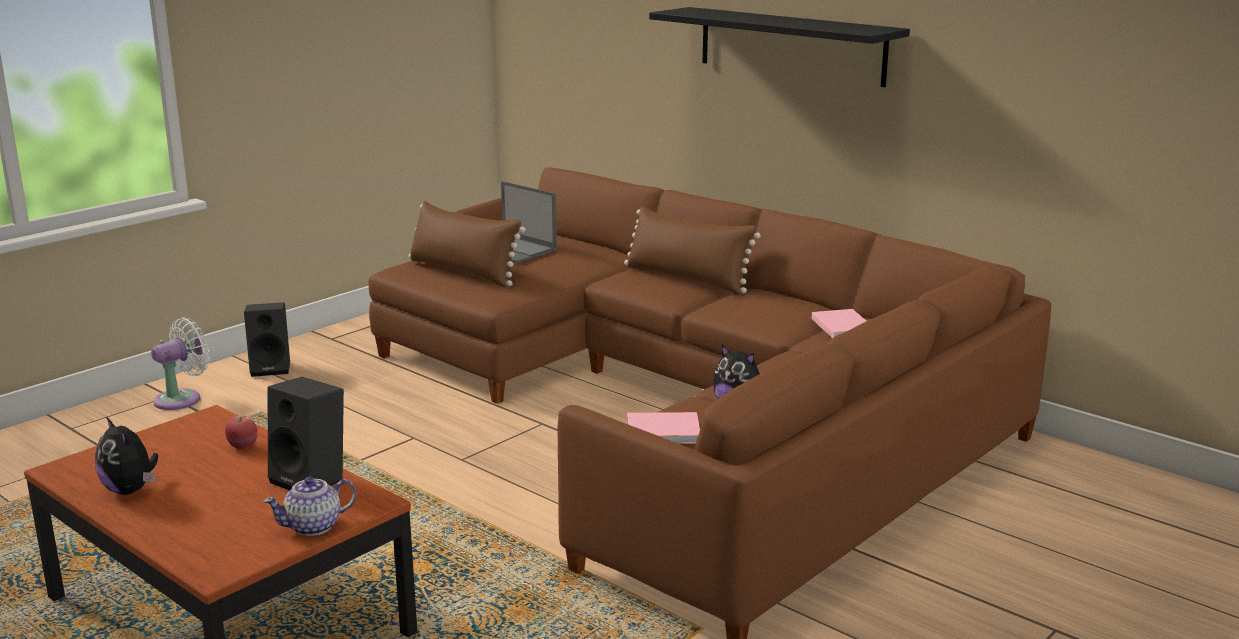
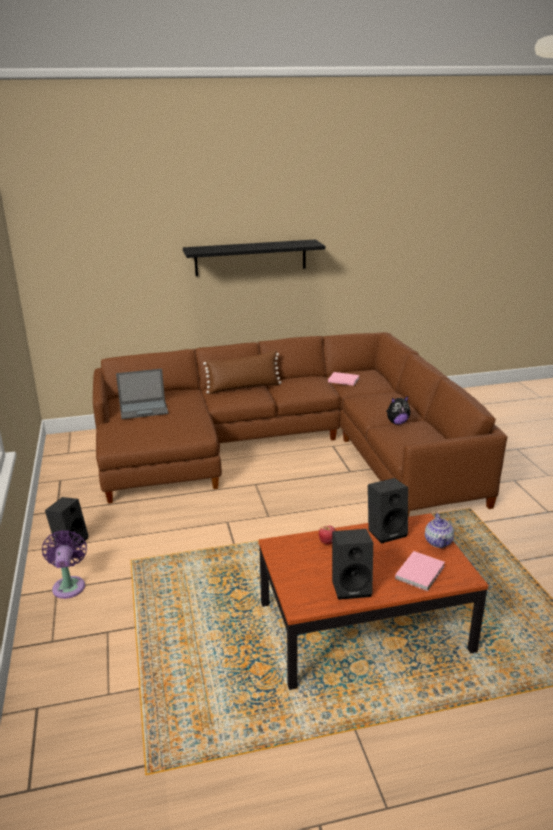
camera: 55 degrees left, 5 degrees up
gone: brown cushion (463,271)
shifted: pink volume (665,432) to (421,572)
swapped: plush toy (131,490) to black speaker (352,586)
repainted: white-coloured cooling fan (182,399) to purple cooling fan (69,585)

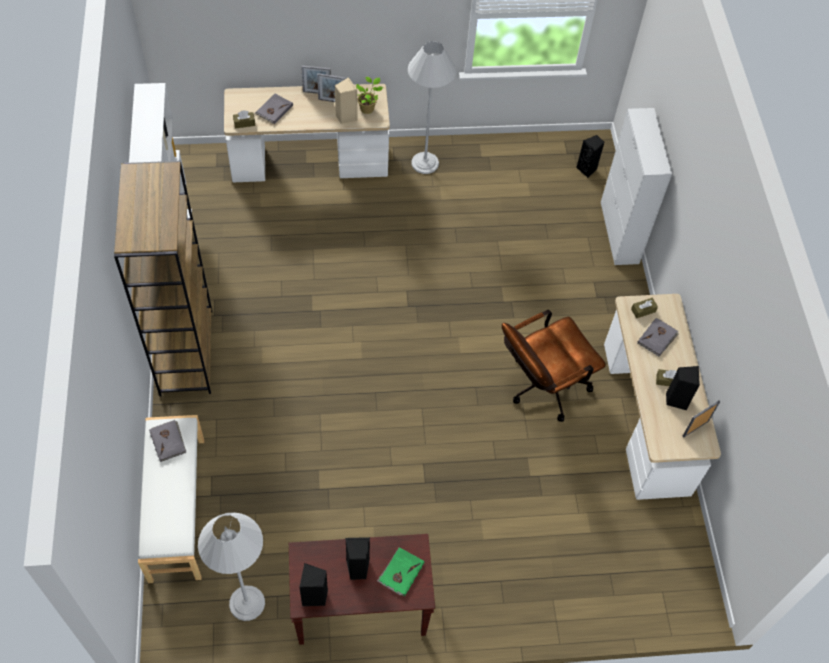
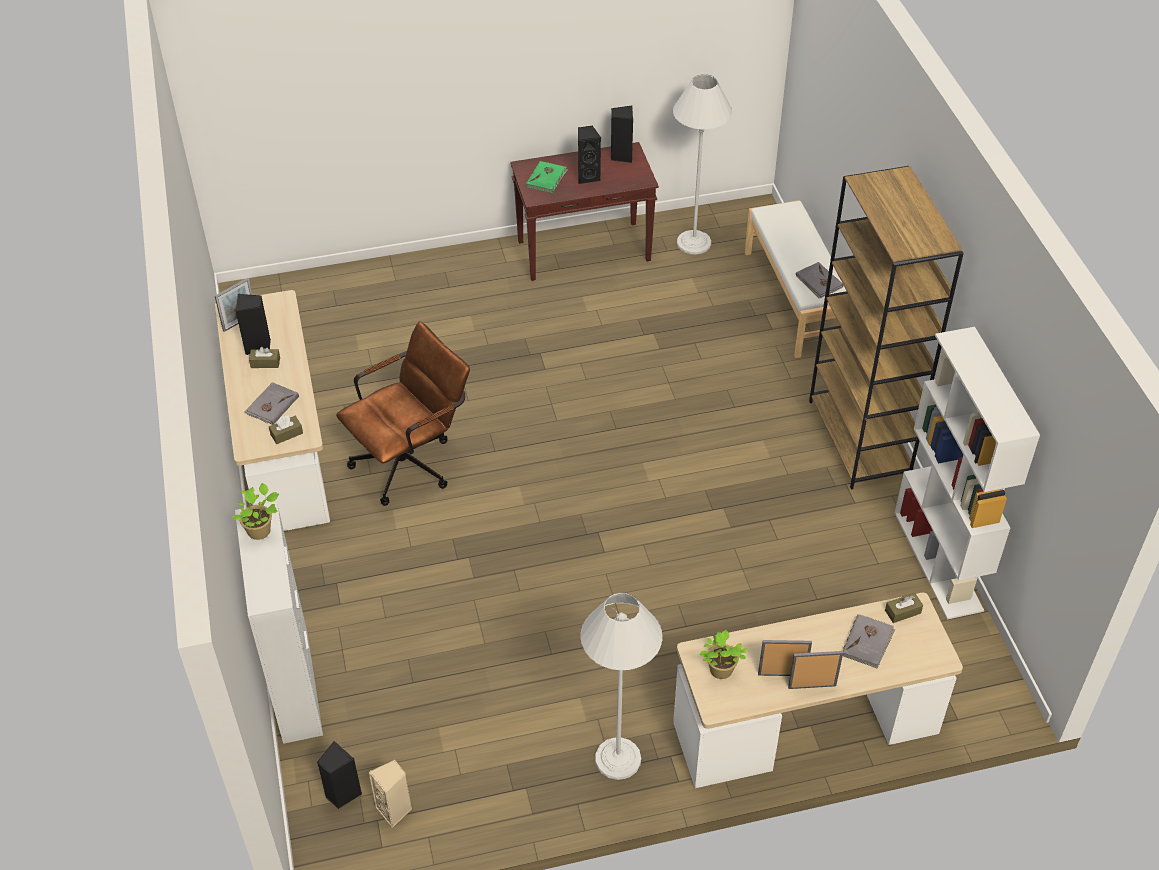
camera: 175 degrees right, 10 degrees down
new: houseplant (261,531)
shifted: sand-coloured speaker (345,117) to (395,810)

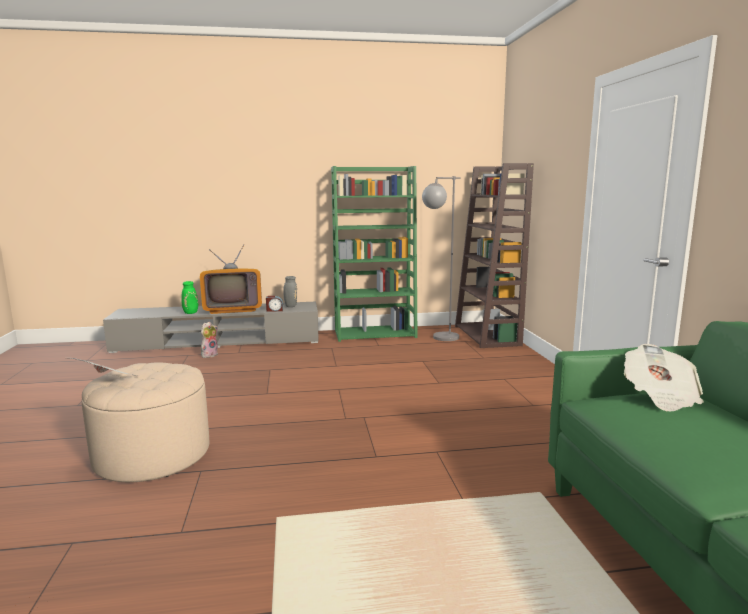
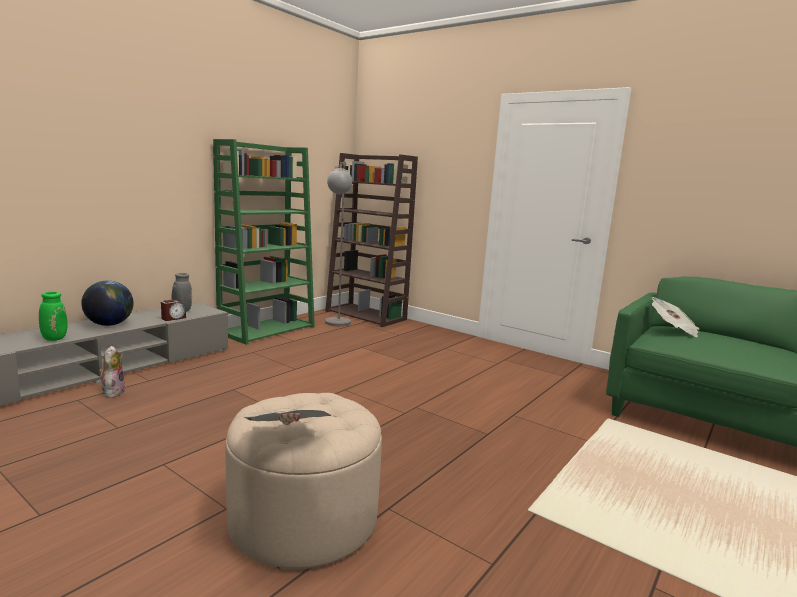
camera: 45 degrees left, 0 degrees up
swapped: TV set (233,309) to globe (109,324)

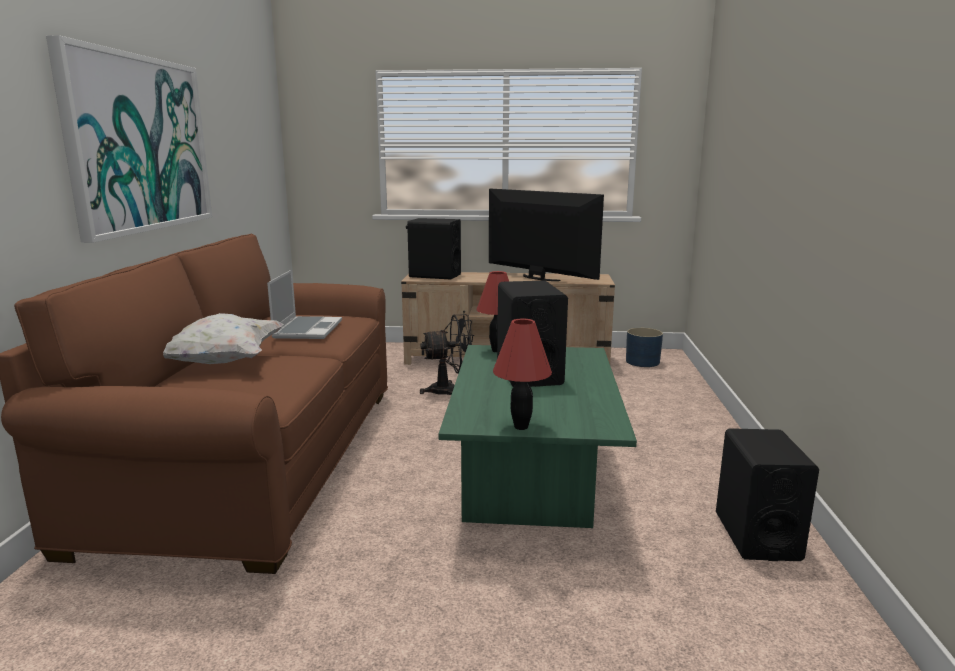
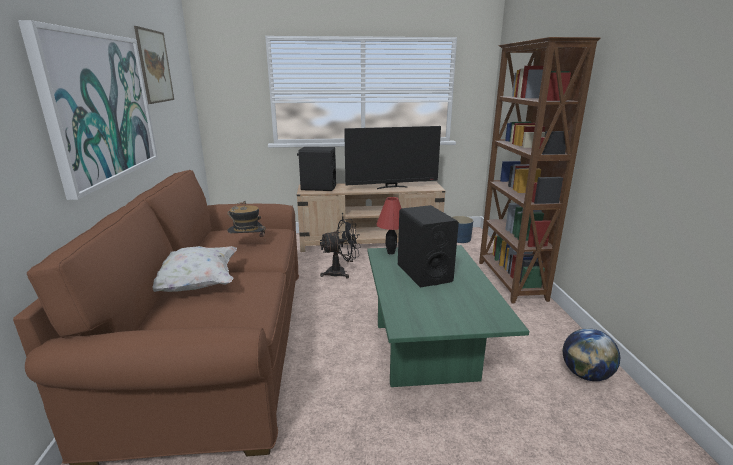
camera: 10 degrees left, 5 degrees up
gone: red table lamp (521,427)
new: picture (155,66); brown shelving unit (510,281)
swapped: portable computer (307,329) to clothing hat (248,245); black speaker (756,536) to globe (586,374)
rotated: TV set (538,278) = (391,187) 135 degrees clockwise

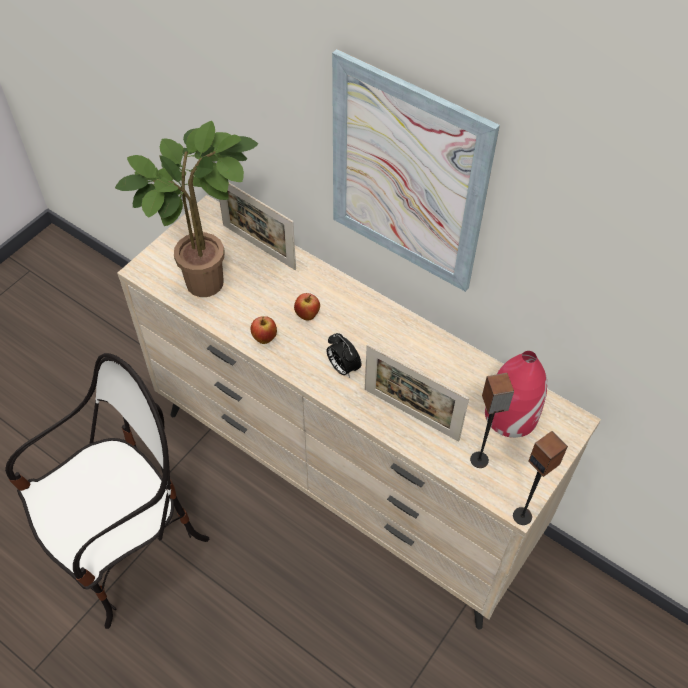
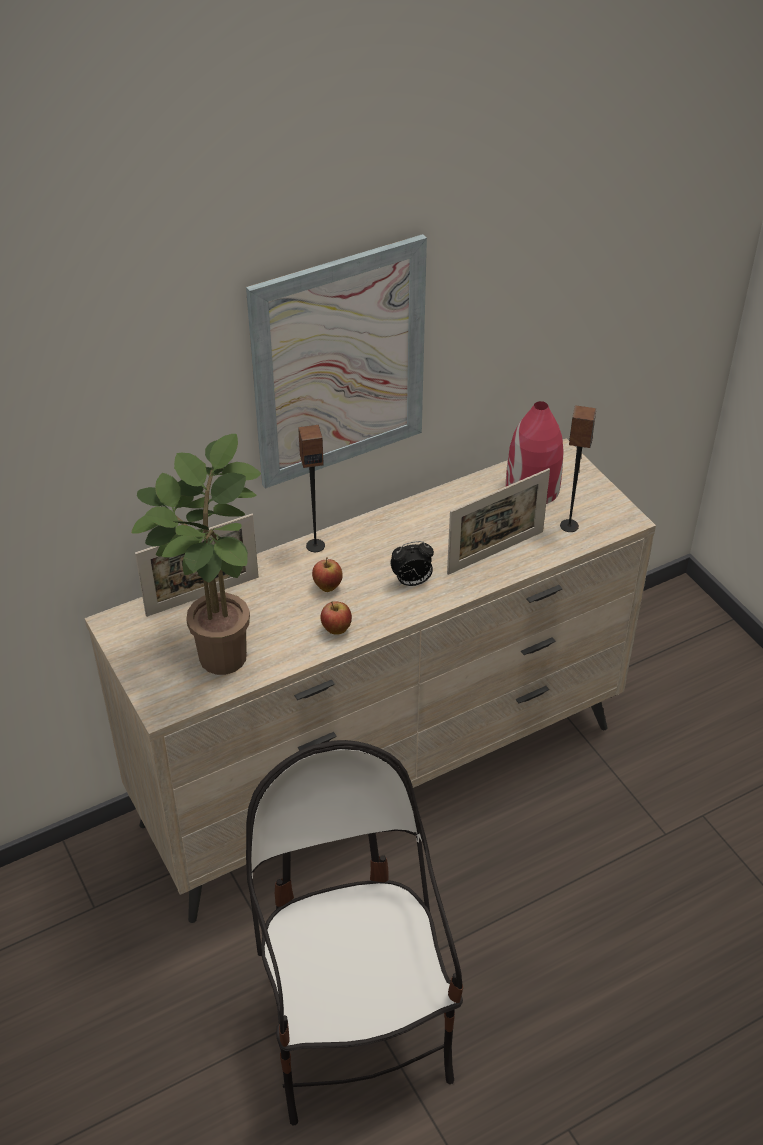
camera: 65 degrees left, 10 degrees down
shifted: speaker (522,516) to (315,545)

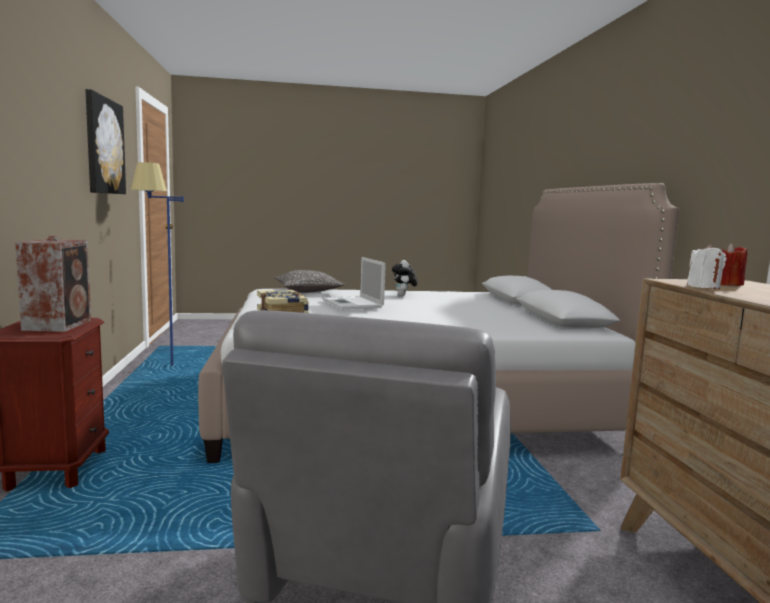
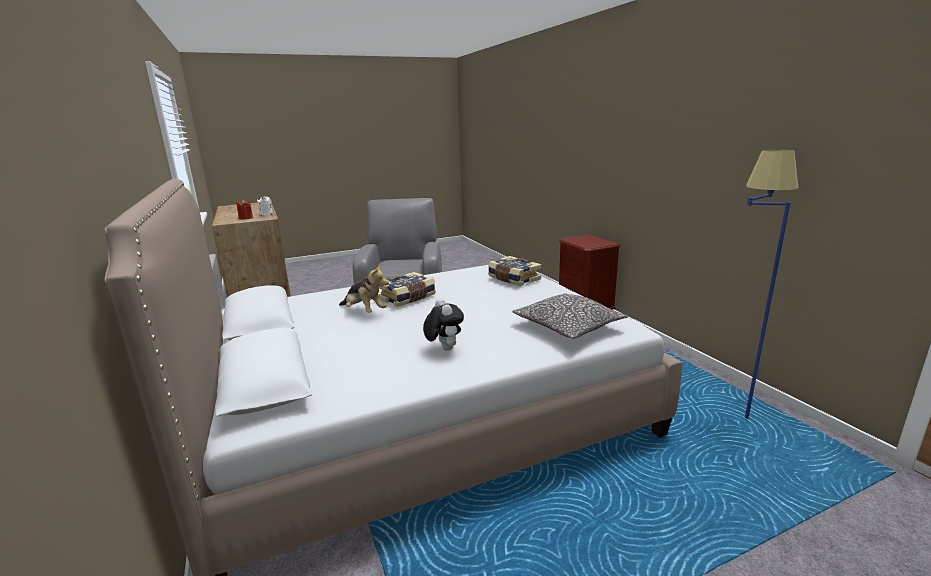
camera: 165 degrees right, 10 degrees up
gone: picture (104,146); speaker (59,325); portable computer (353,304)
new: plush toy (364,311); volume (407,298)

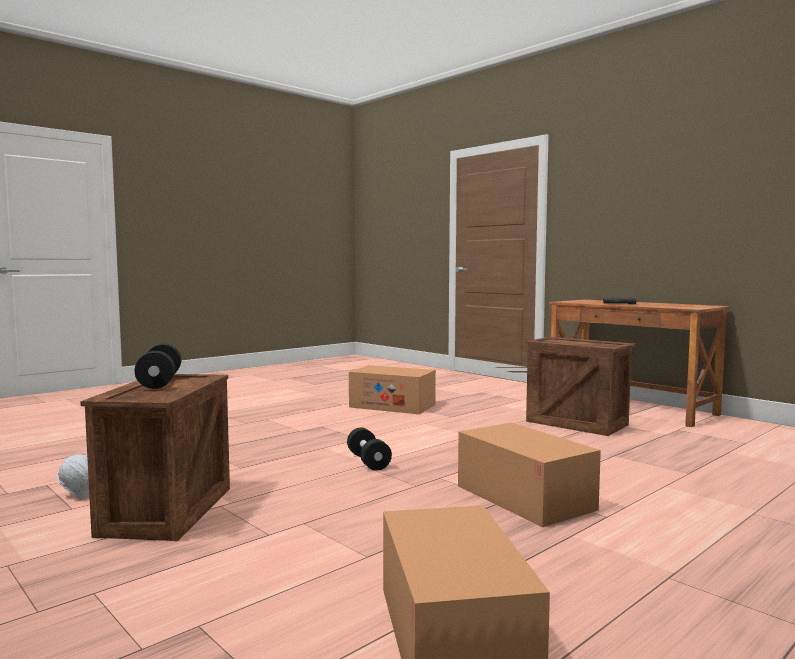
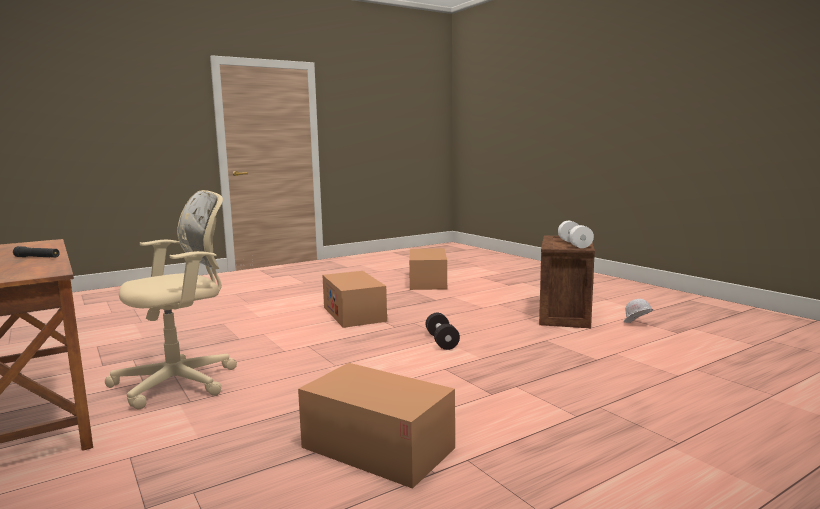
camera: 170 degrees left, 5 degrees up
swapped: crate (575,423) to sand-coloured desk chair (181,382)
repainted: black free weight (160,382) to white-coloured free weight (574,244)

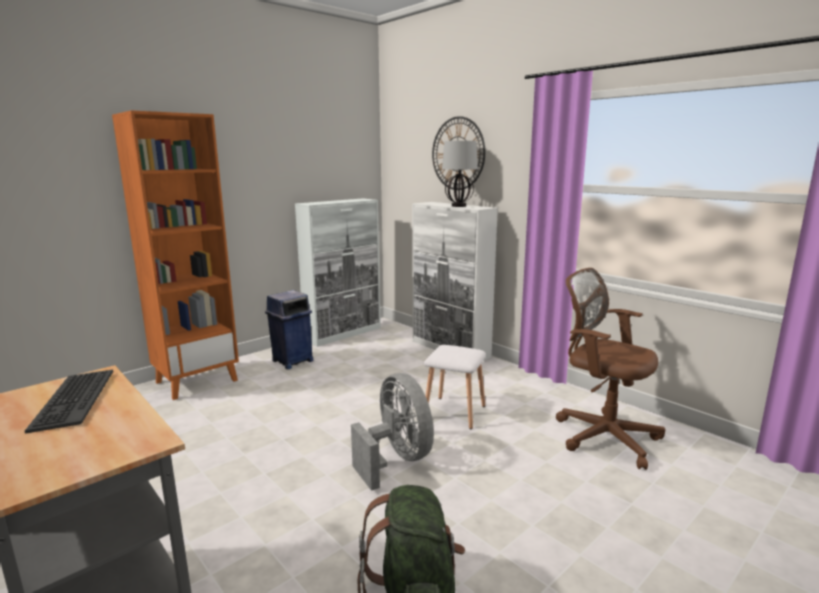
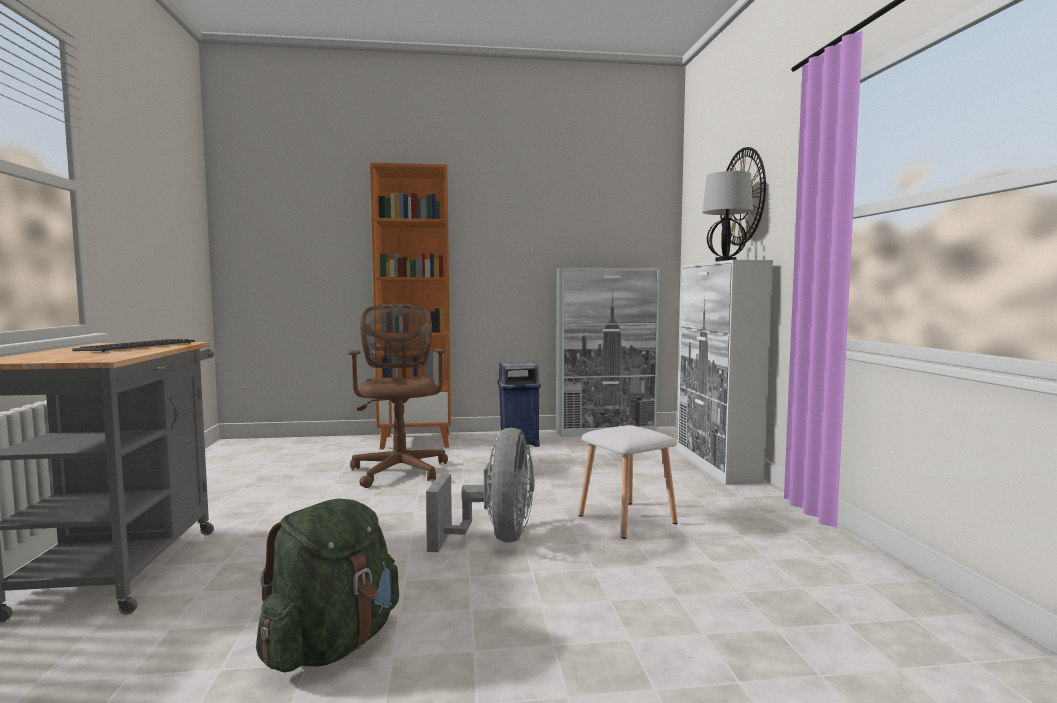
camera: 35 degrees right, 10 degrees down
shifted: brown desk chair (602,435) to (400,469)

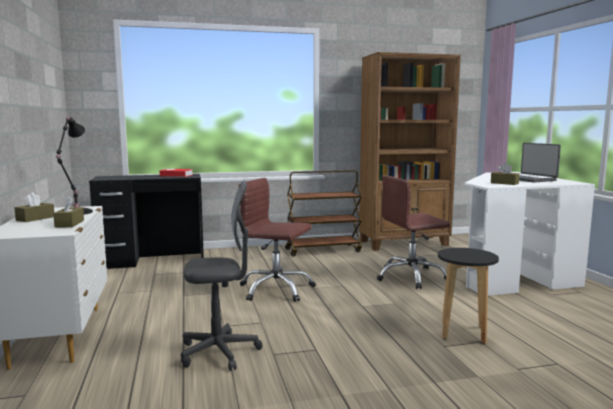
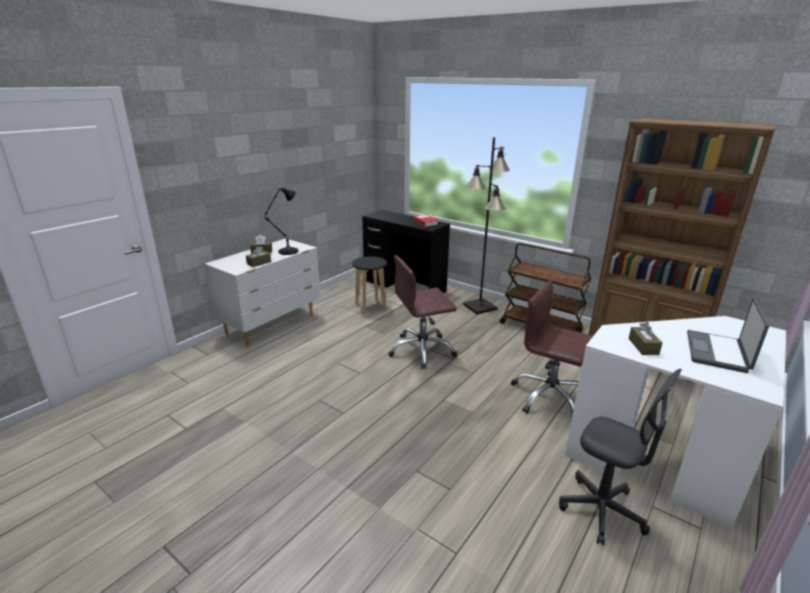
camera: 50 degrees right, 15 degrees up
new: black floor lamp (480,307)
shifted: gray desk chair (219,352) to (601,511); black stool (463,333) to (370,306)
rotated: brown desk chair (276,289) = (422,350) 90 degrees counterclockwise

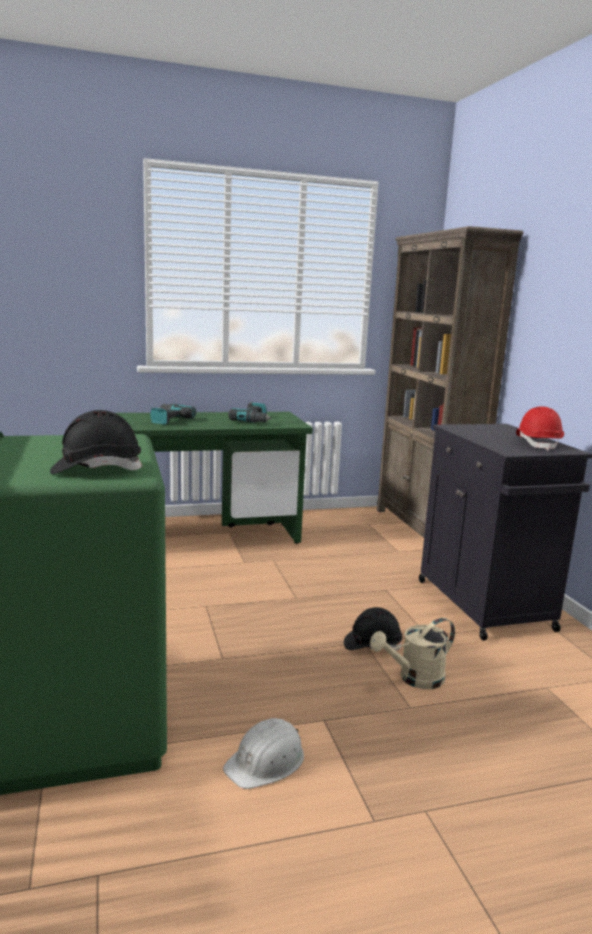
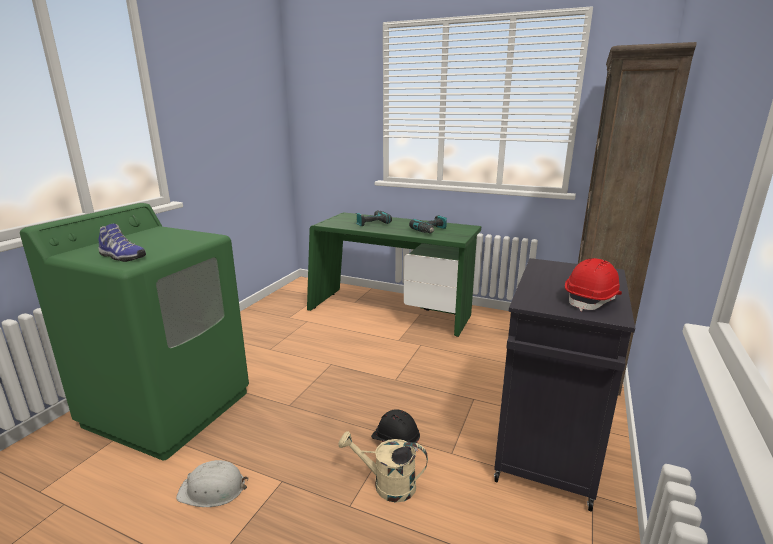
camera: 40 degrees right, 5 degrees up
swapped: black work helmet (96,469) to low shoe (121,257)

